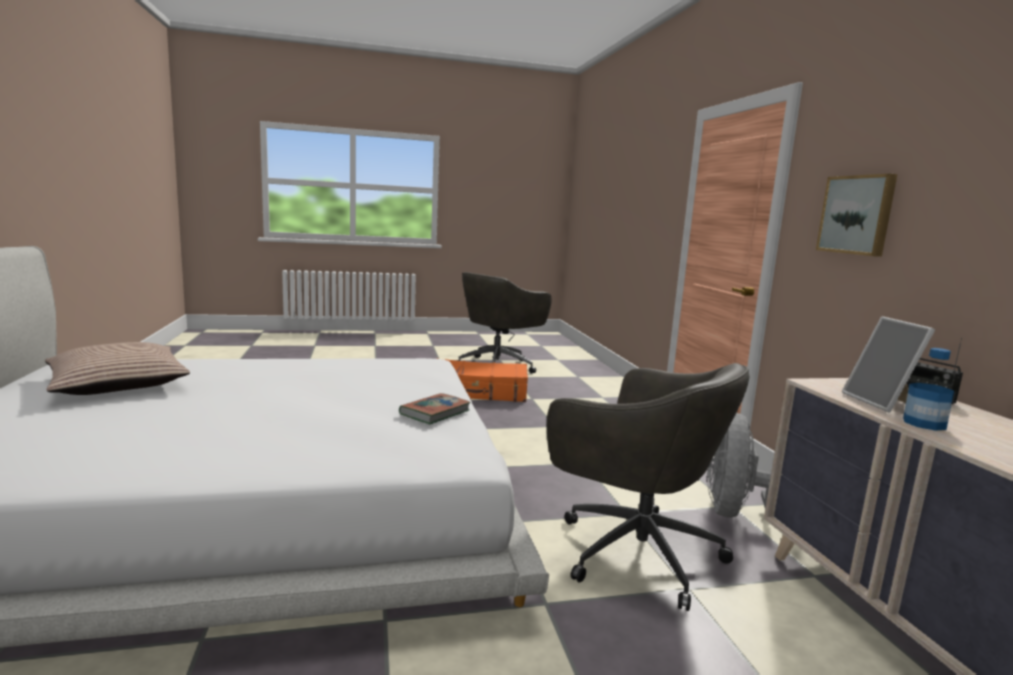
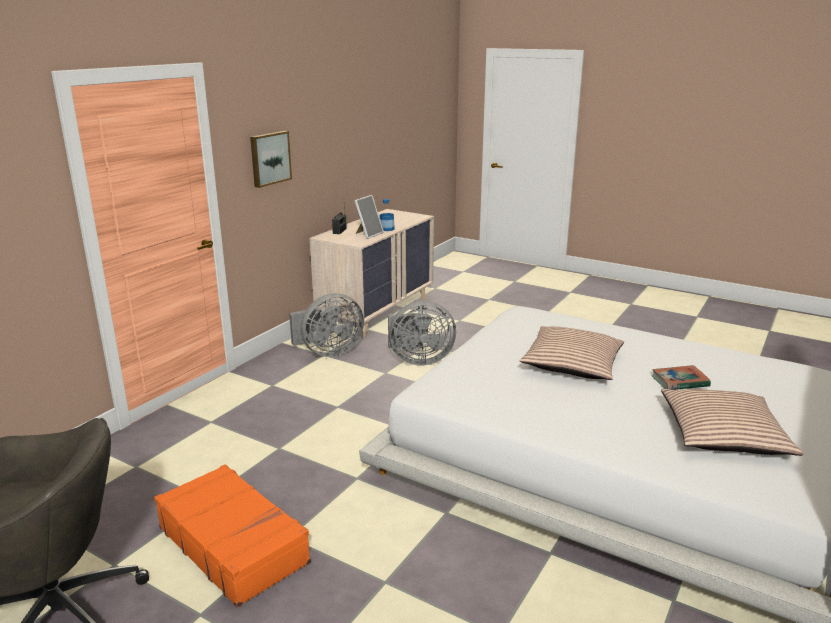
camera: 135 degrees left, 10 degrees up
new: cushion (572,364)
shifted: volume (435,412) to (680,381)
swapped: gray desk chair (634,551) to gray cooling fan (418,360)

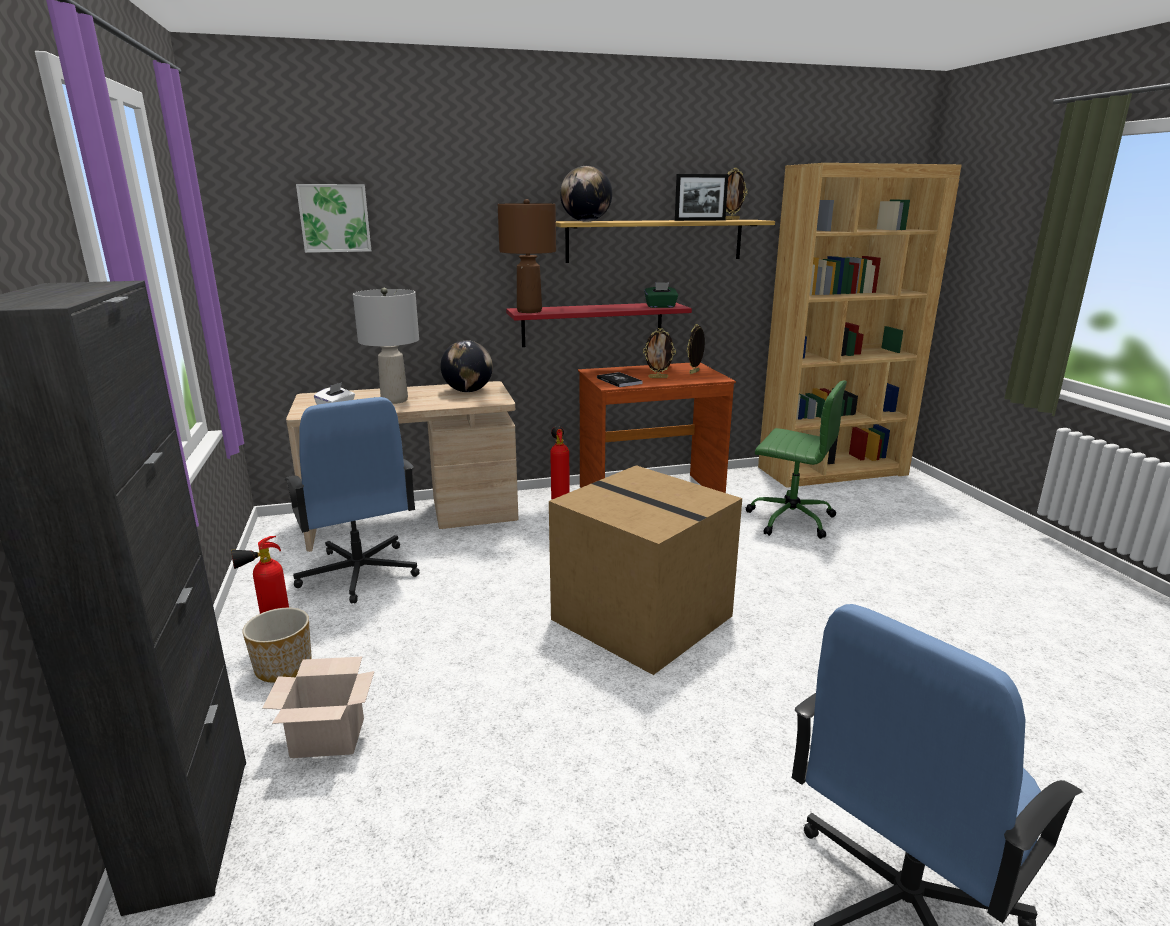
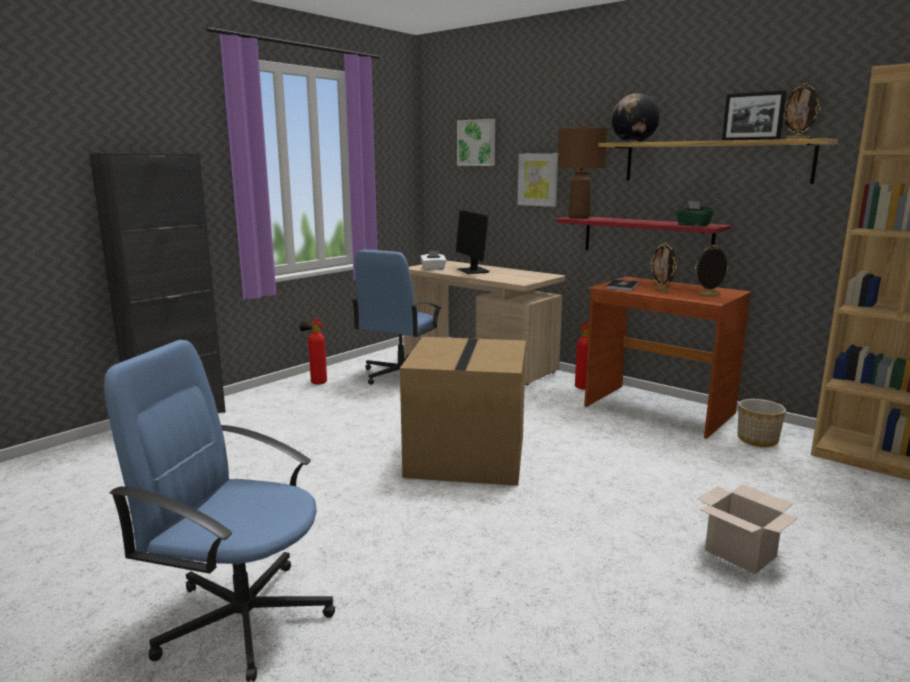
camera: 55 degrees right, 5 degrees down
gone: globe (468,391); green-coloured desk chair (789,519)
new: picture (538,179)
shifted: plant pot (283,668) to (757,440); cardboard box (330,737) to (742,554)
swapped: gray table lamp (395,400) to monitor (473,271)

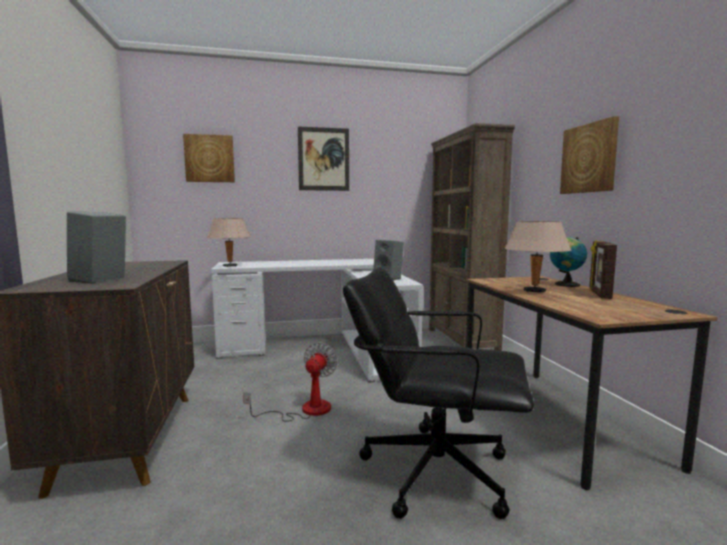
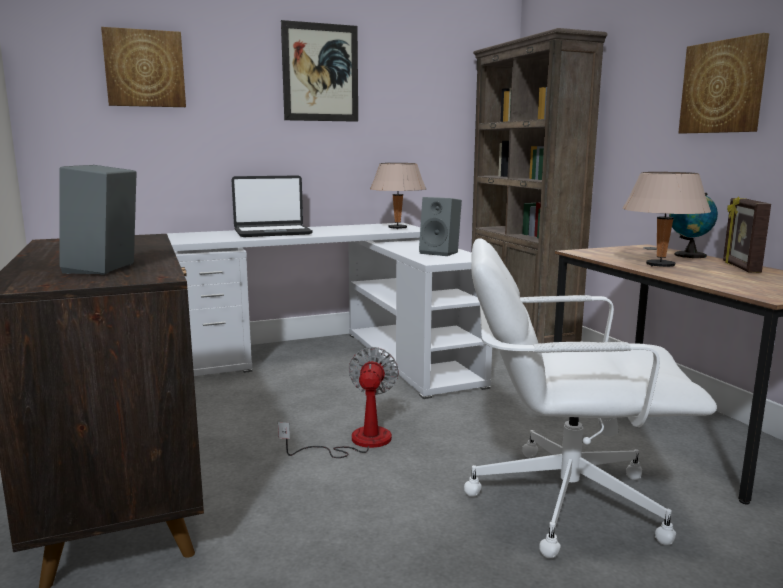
camera: 10 degrees left, 5 degrees up
new: portable computer (272,232)
shifted: sand-coloured table lamp (230,266) to (397,228)
repainted: black desk chair (434,470) to white-coloured desk chair (564,500)

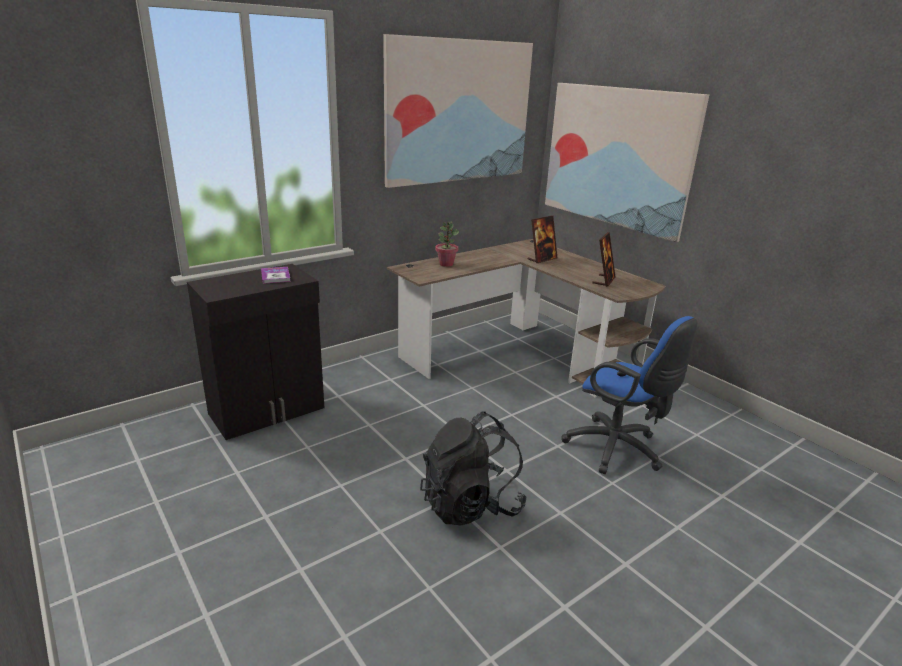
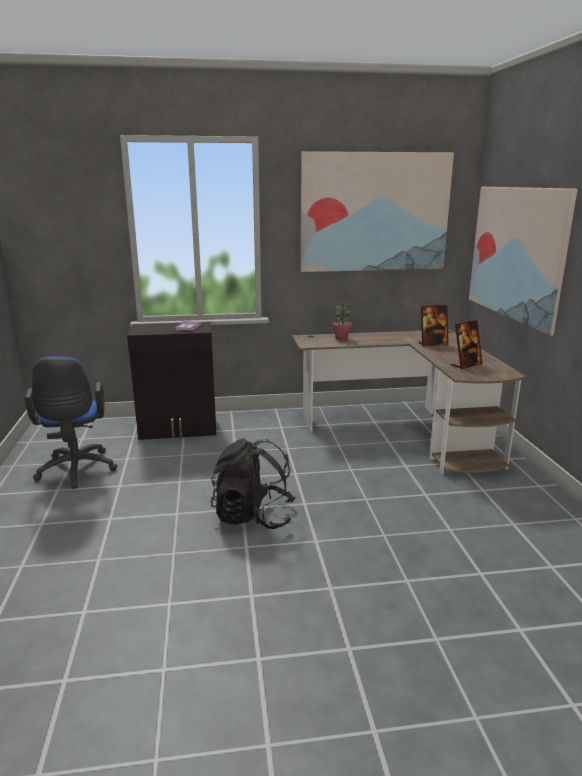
camera: 30 degrees right, 5 degrees down
shifted: blue desk chair (618,450) to (76,471)

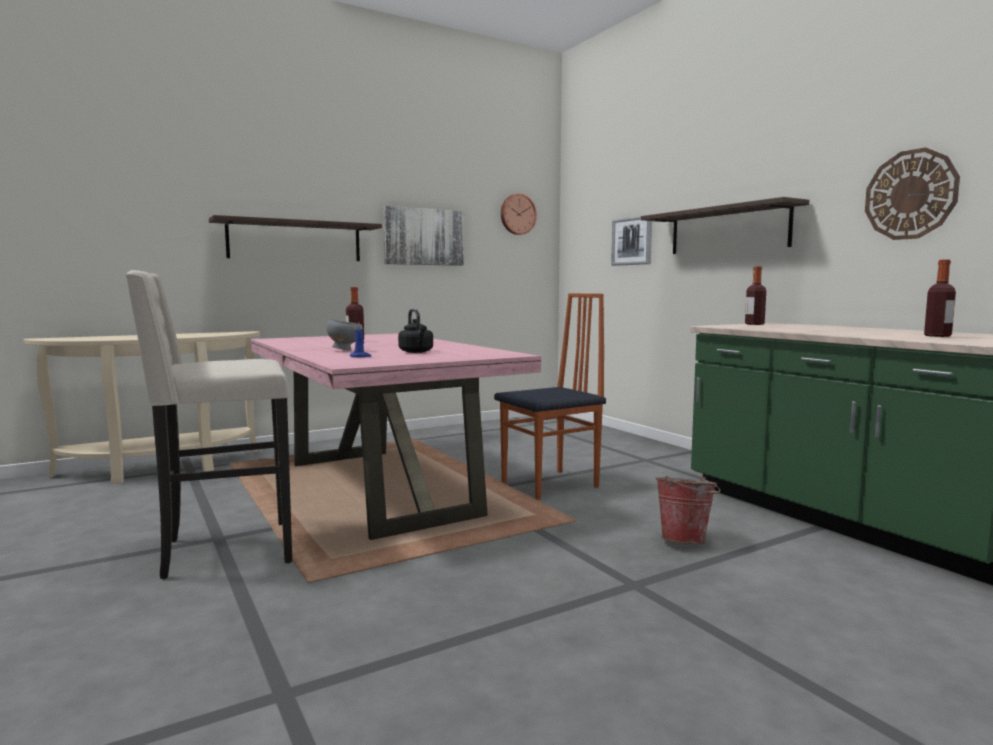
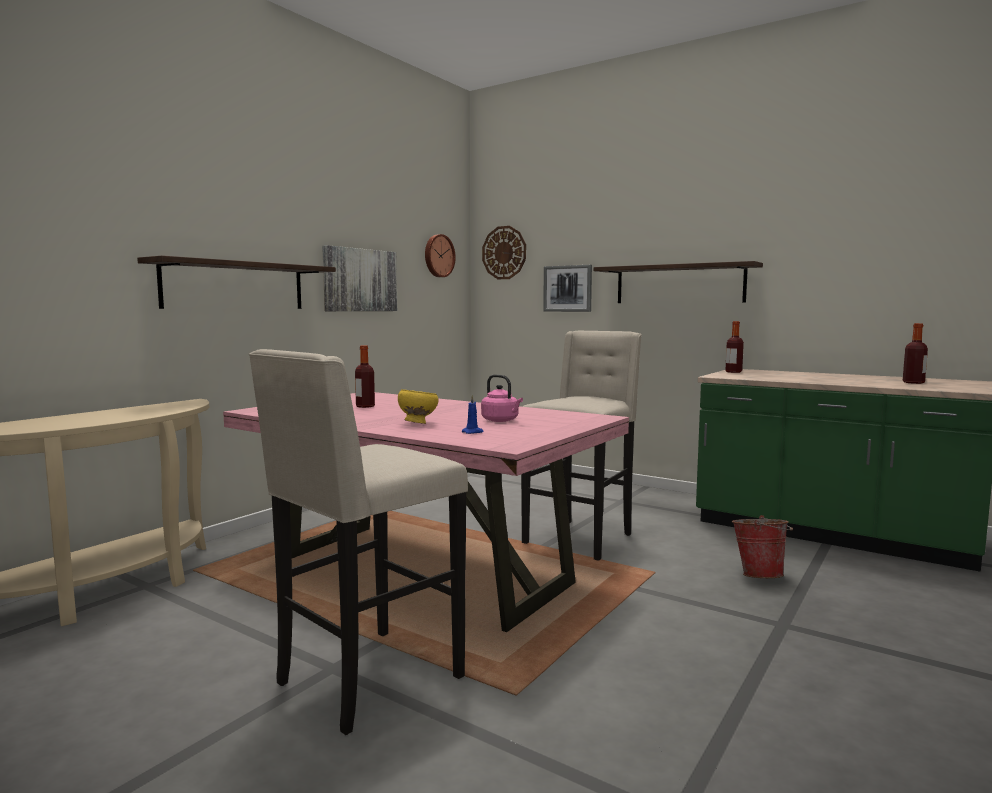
camera: 25 degrees left, 0 degrees up
shifted: wall clock (910,194) to (504,252)
swapped: chair (551,484) to sand-coloured stool (580,539)
repainted: black kettle (416,352) to pink kettle (501,420); gray serving bowl (345,350) to yellowish serving bowl (417,423)

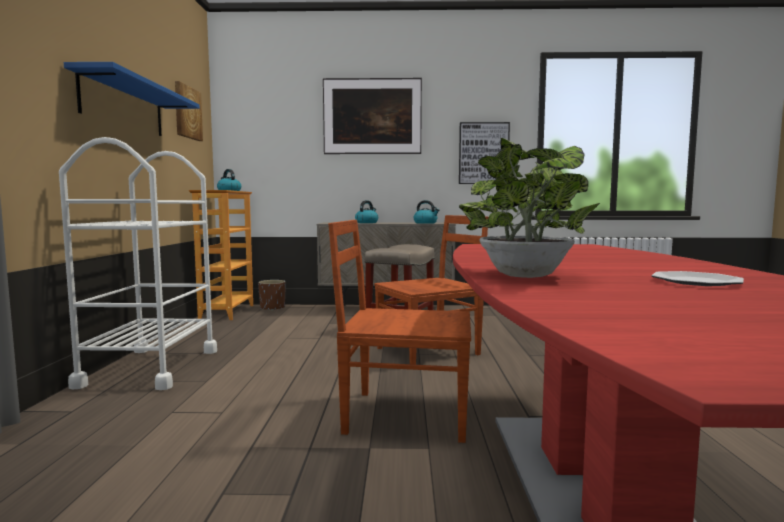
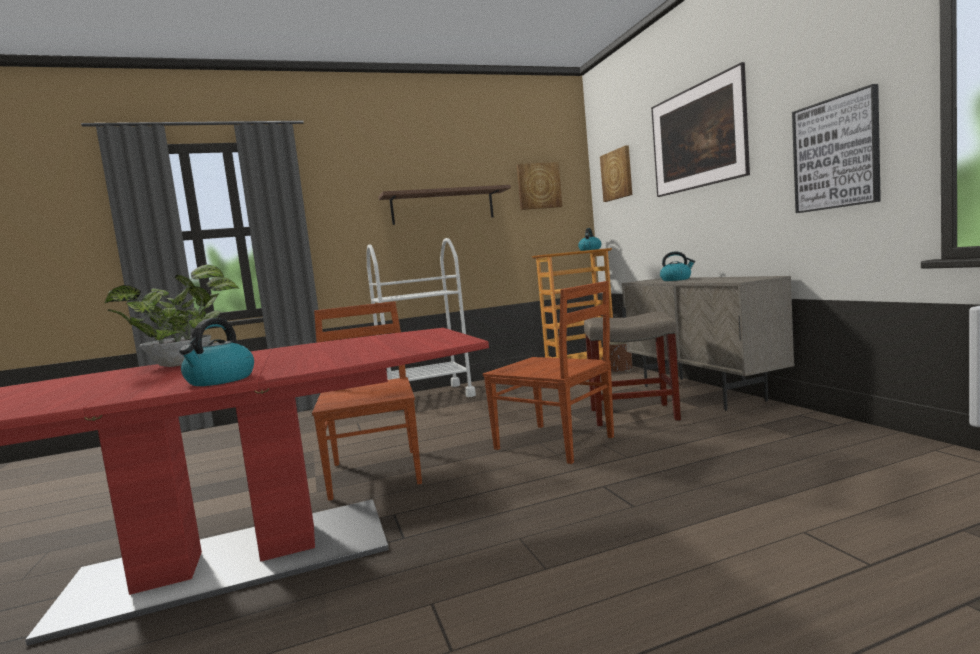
camera: 70 degrees right, 0 degrees up
gone: dinner plate (697,282)
new: picture (617,174)
shifted: kettle (426,223) to (220,380)
repainted: blue wall shelf (124,106) to brown wall shelf (442,206)

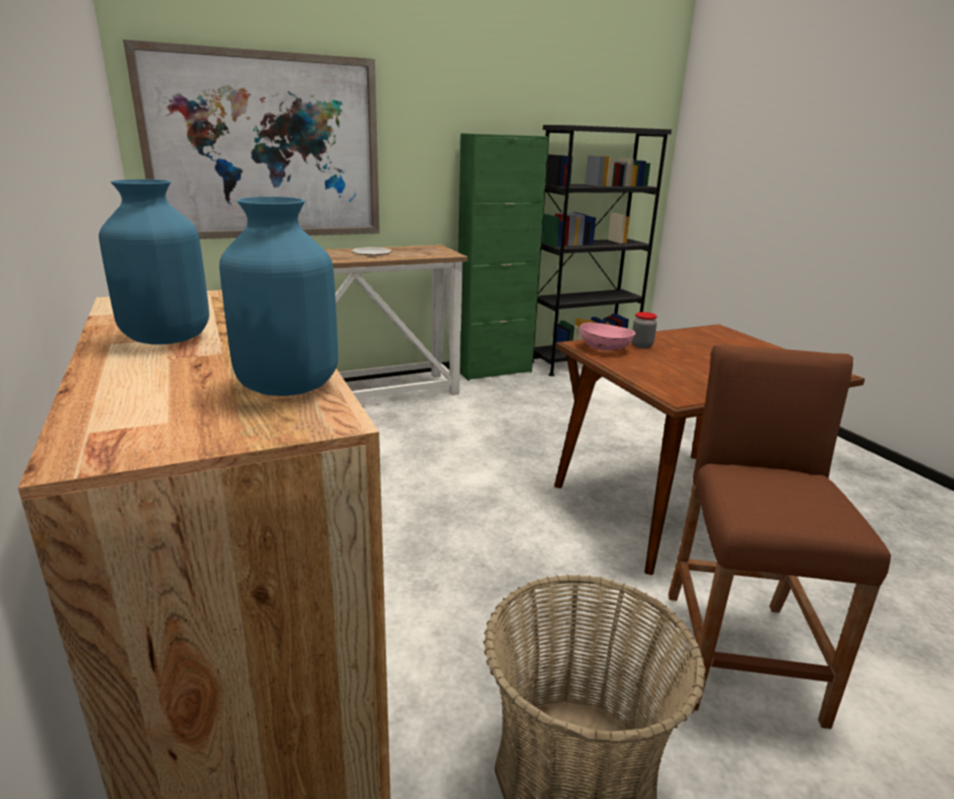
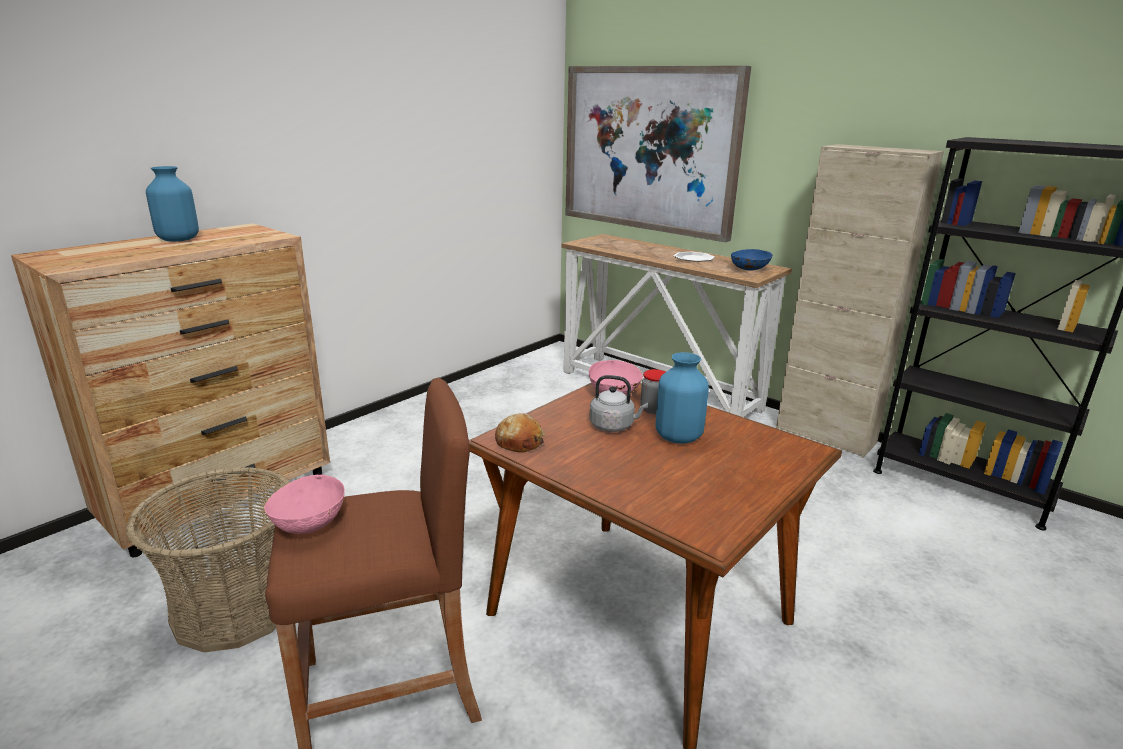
camera: 65 degrees right, 0 degrees up
new: blue serving bowl (749,270); gray kettle (614,426); bread (519,442); pink serving bowl (309,522)
shifted: blue decorative vase (289,386) to (678,437)
repainted: green-coloured storage cabinet (494,371) to sand-coloured storage cabinet (825,435)

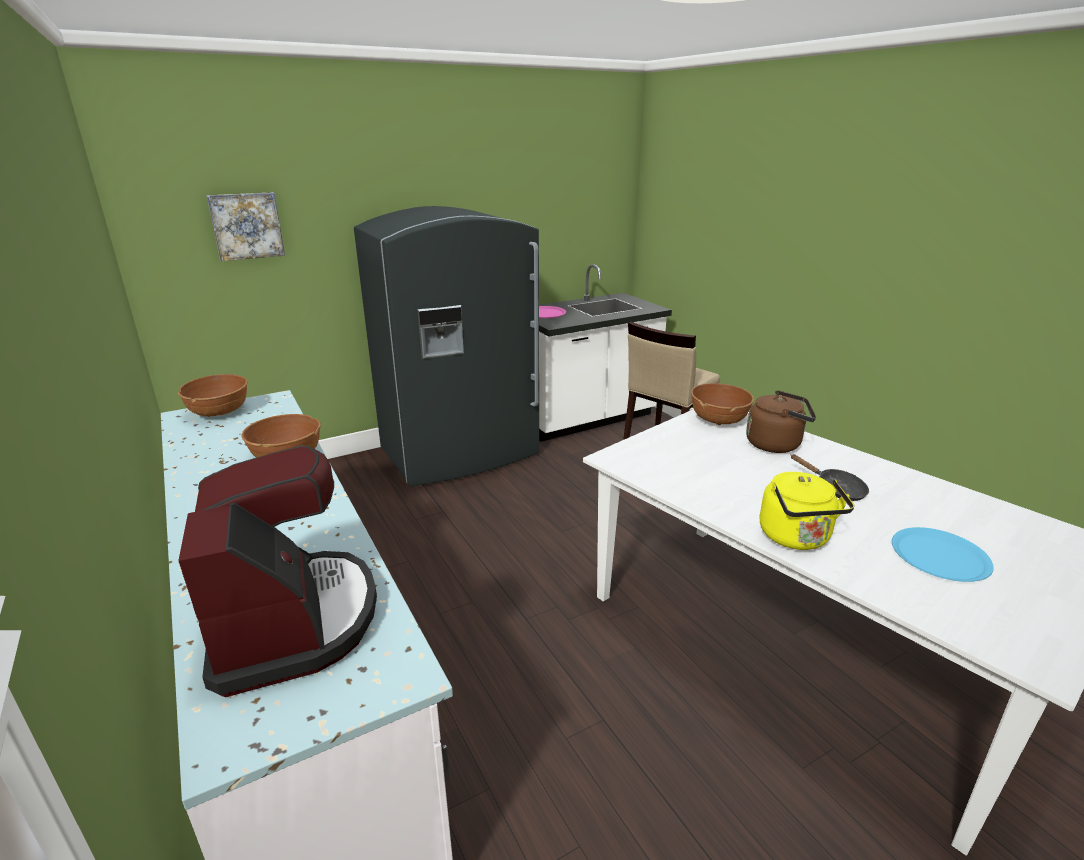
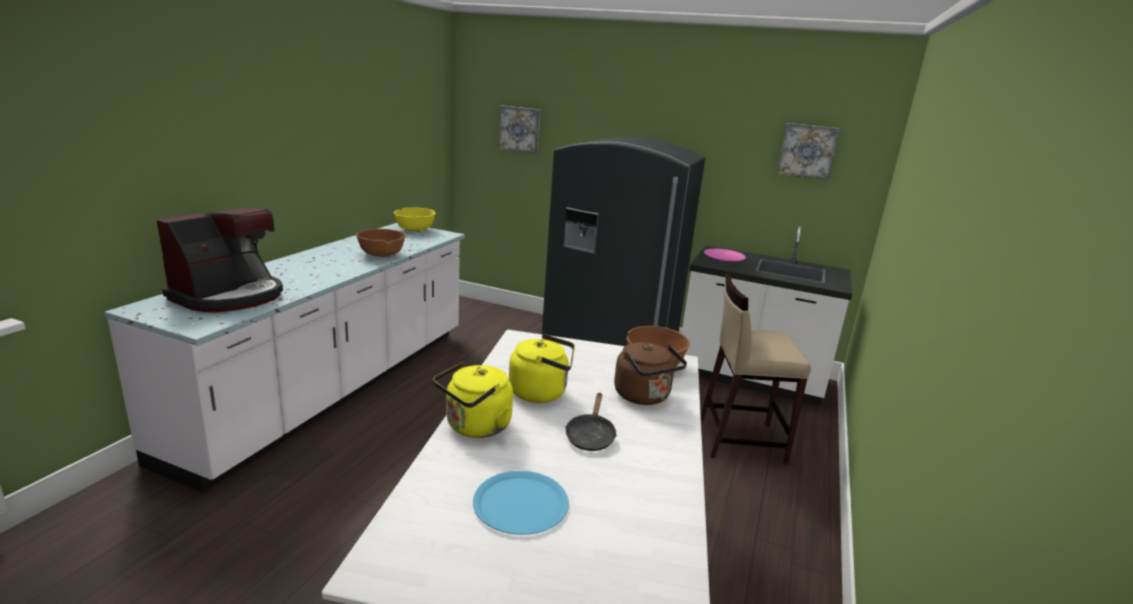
camera: 50 degrees right, 5 degrees down
new: picture (807,151); yellowish kettle (541,392)
repainted: brown serving bowl (219,412) to yellowish serving bowl (415,230)

